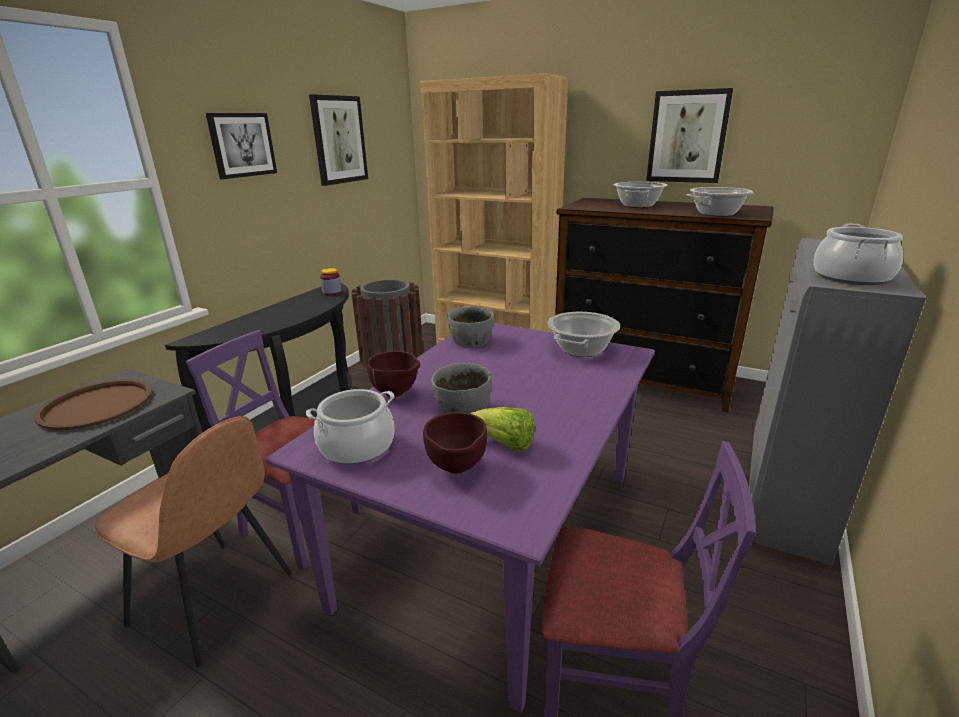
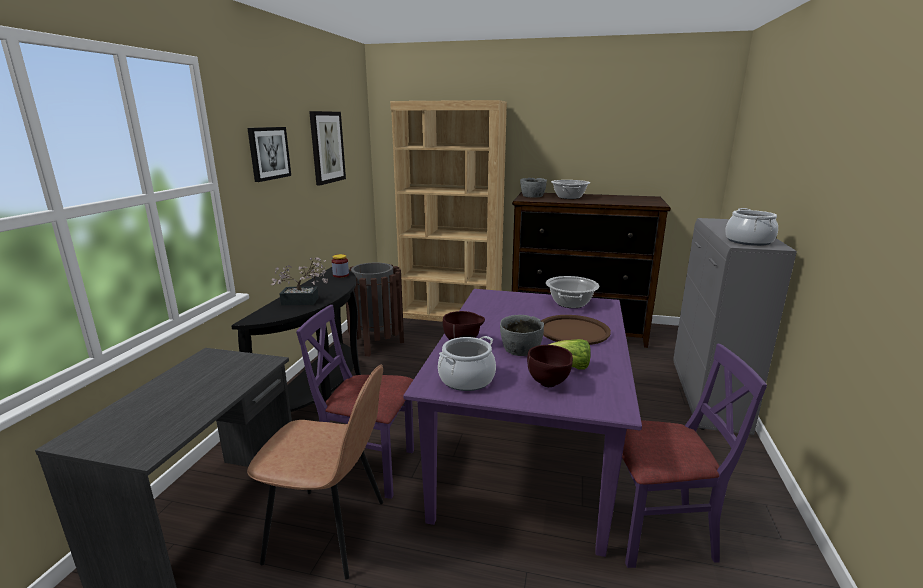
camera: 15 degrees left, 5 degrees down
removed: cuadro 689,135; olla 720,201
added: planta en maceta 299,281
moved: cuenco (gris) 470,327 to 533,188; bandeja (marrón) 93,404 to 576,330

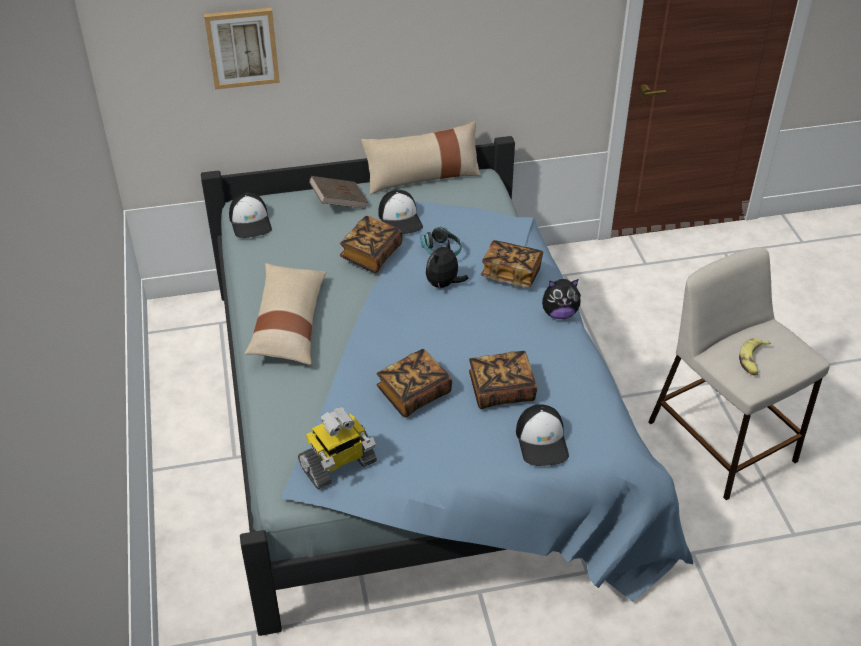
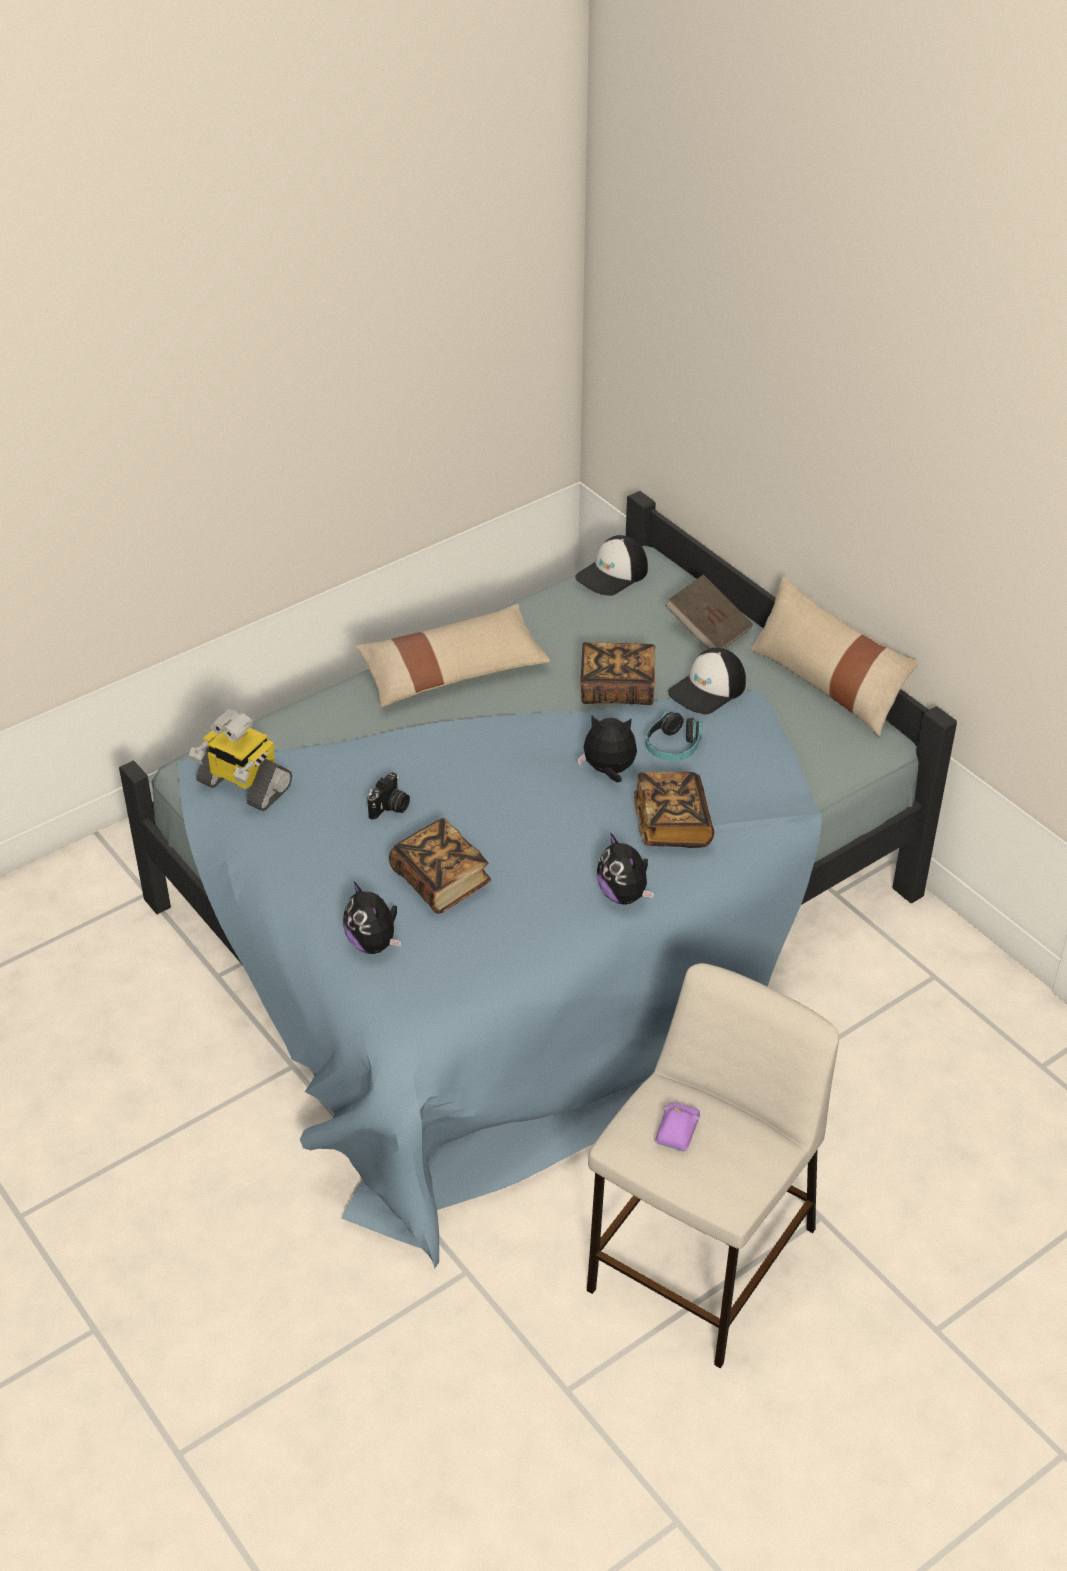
camera: 65 degrees right, 0 degrees up
removed: cuadro 242,49
replaced: plátano 755,357 to coche de juguete (morado) 677,1127; libro 414,383 to cámara 388,796; gorra 542,435 to peluche 372,918

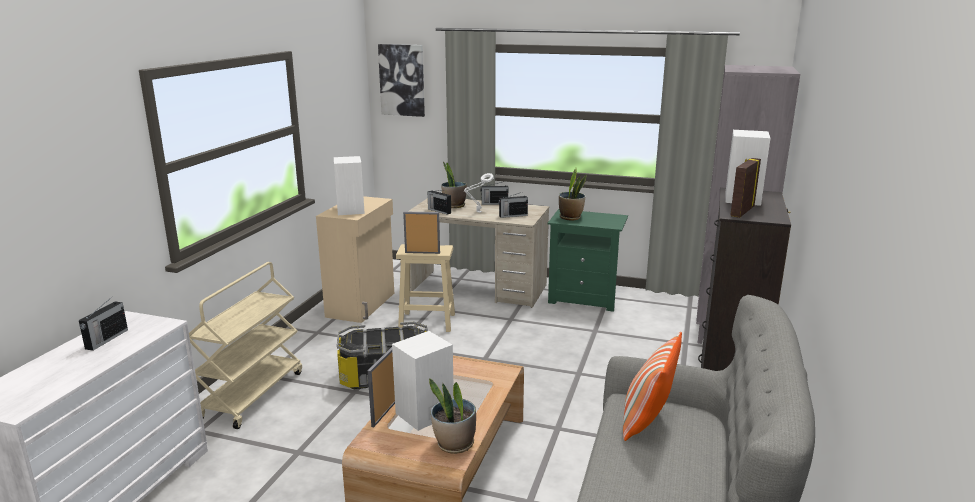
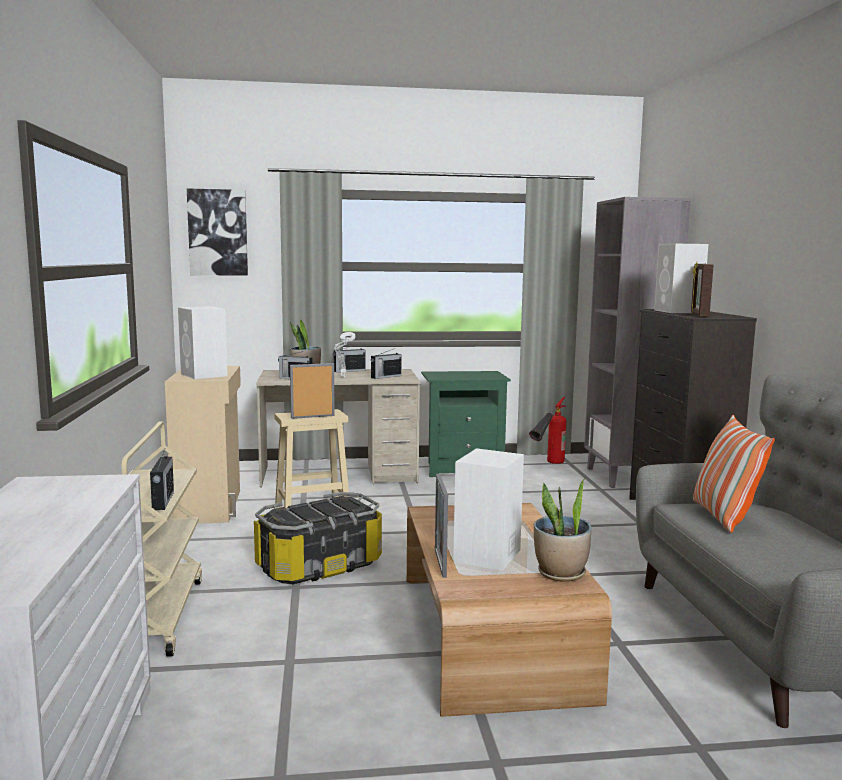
camera: 25 degrees left, 10 degrees down
removed: planta en maceta 573,194
added: extintor 547,430
moved: radio 103,323 to 162,480

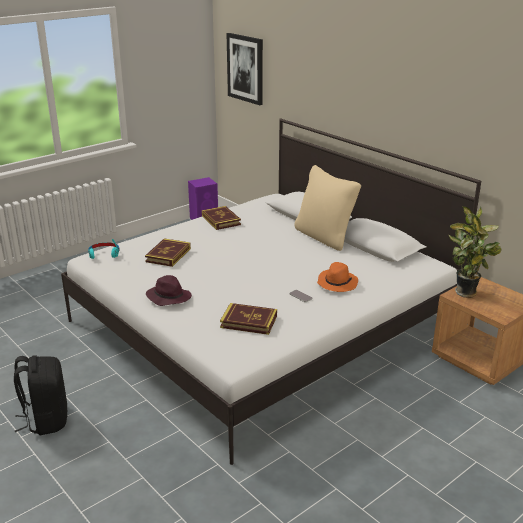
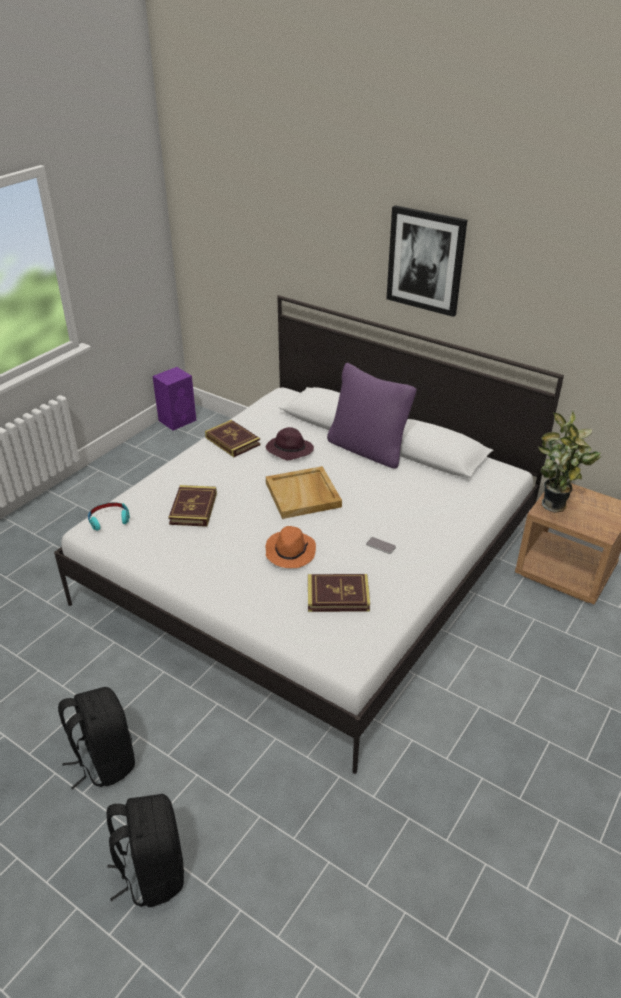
camera: 15 degrees left, 10 degrees up
added: bandeja (beis) 304,492; mochila (negro) 145,850
moved: cuadro 244,69 to 426,261; sombrero (naranja) 337,277 to 291,547; sombrero (morado) 169,290 to 290,443
recoloured: cojín (beis) 327,208 to cojín (morado) 372,415

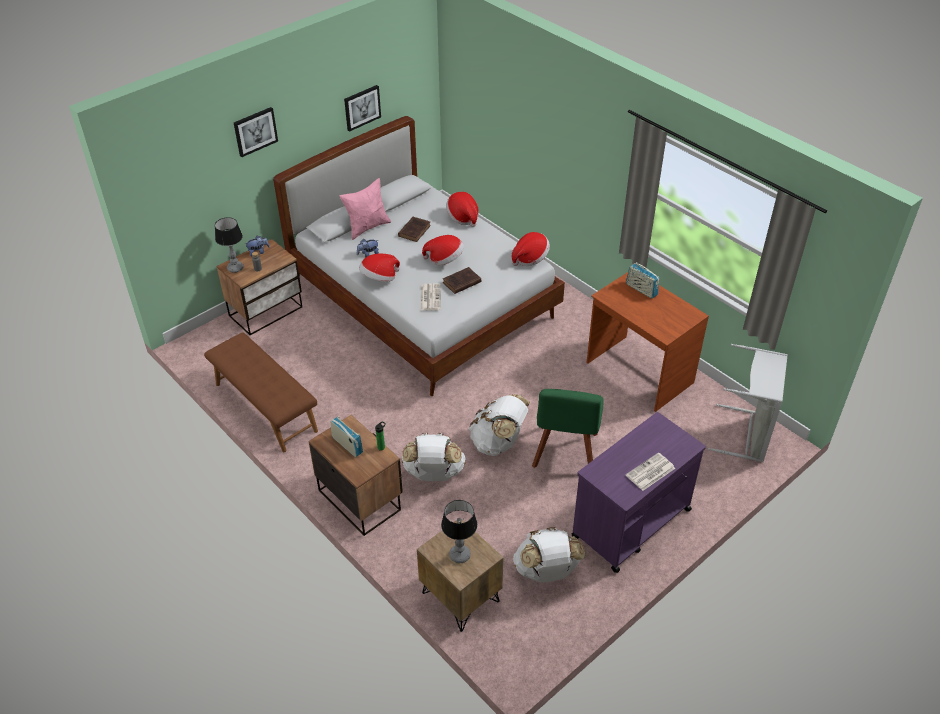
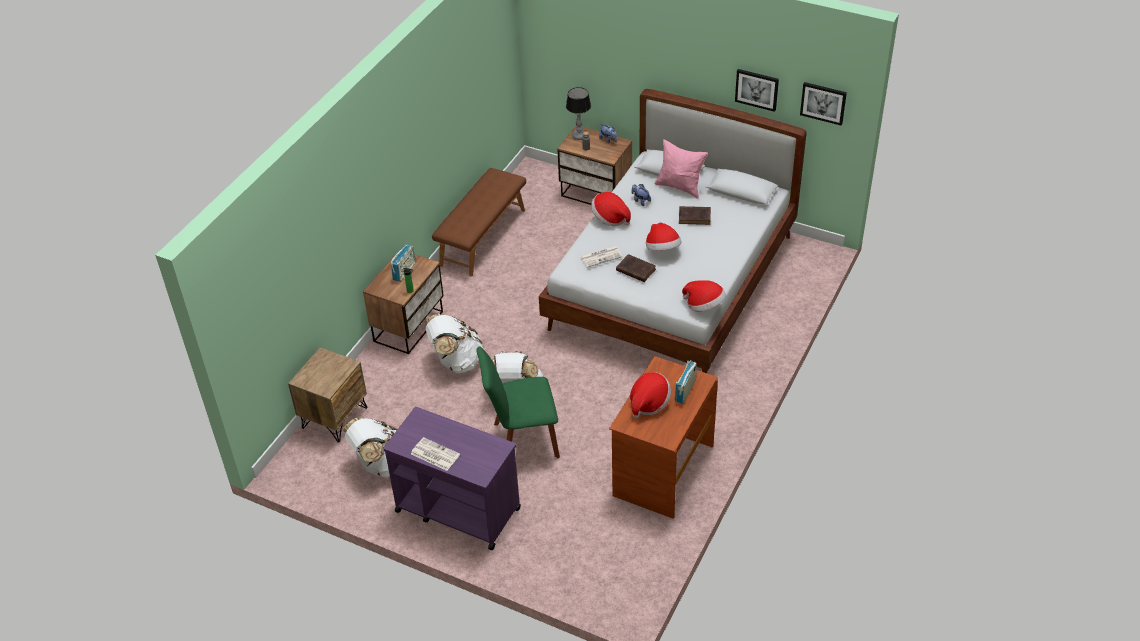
camera: 70 degrees right, 0 degrees up
removed: cesto de la ropa (gris) 748,403; lámpara de mesa 459,531
moved: cuadro 256,132 to 823,103; sombrero 462,209 to 650,395

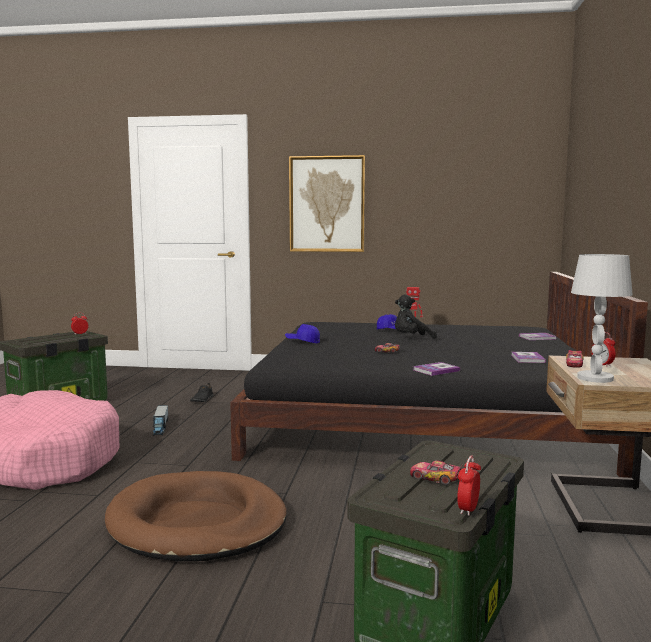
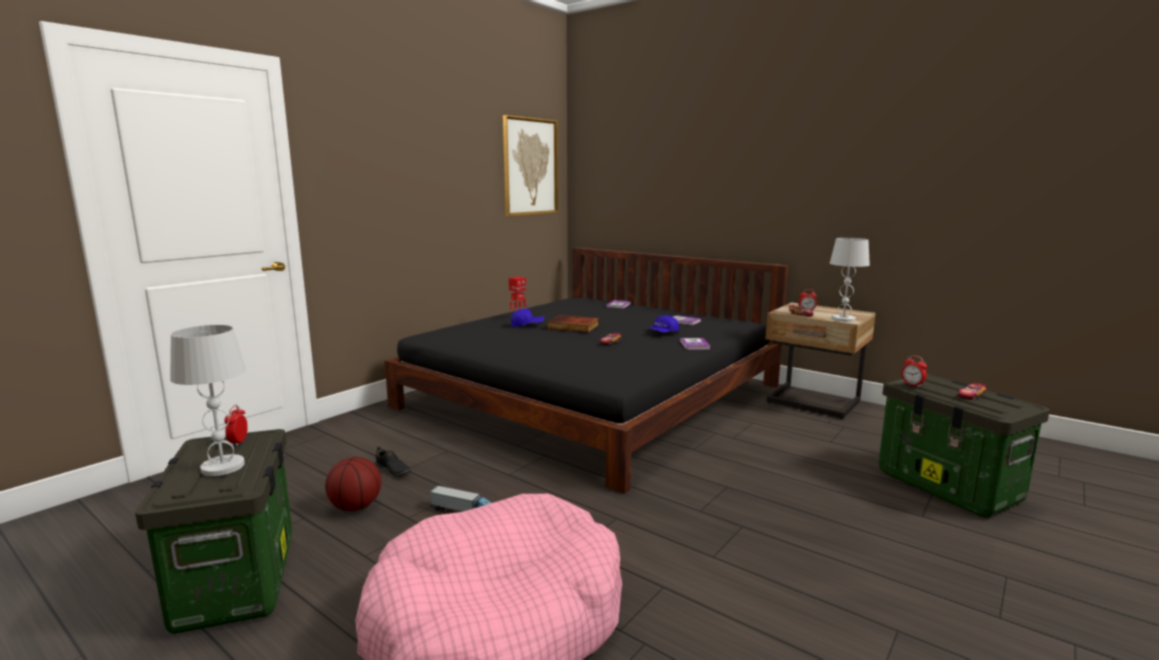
camera: 60 degrees left, 5 degrees up
removed: cama para perro (marrón) 196,516
added: lámpara de mesa (blanco) 208,400; balón de baloncesto 353,484
moved: cuadro 327,203 to 530,165; gorra (azul) 302,334 to 664,324; despertador 469,485 to 914,371
replaced: peluche (negro) 416,316 to libro 573,324

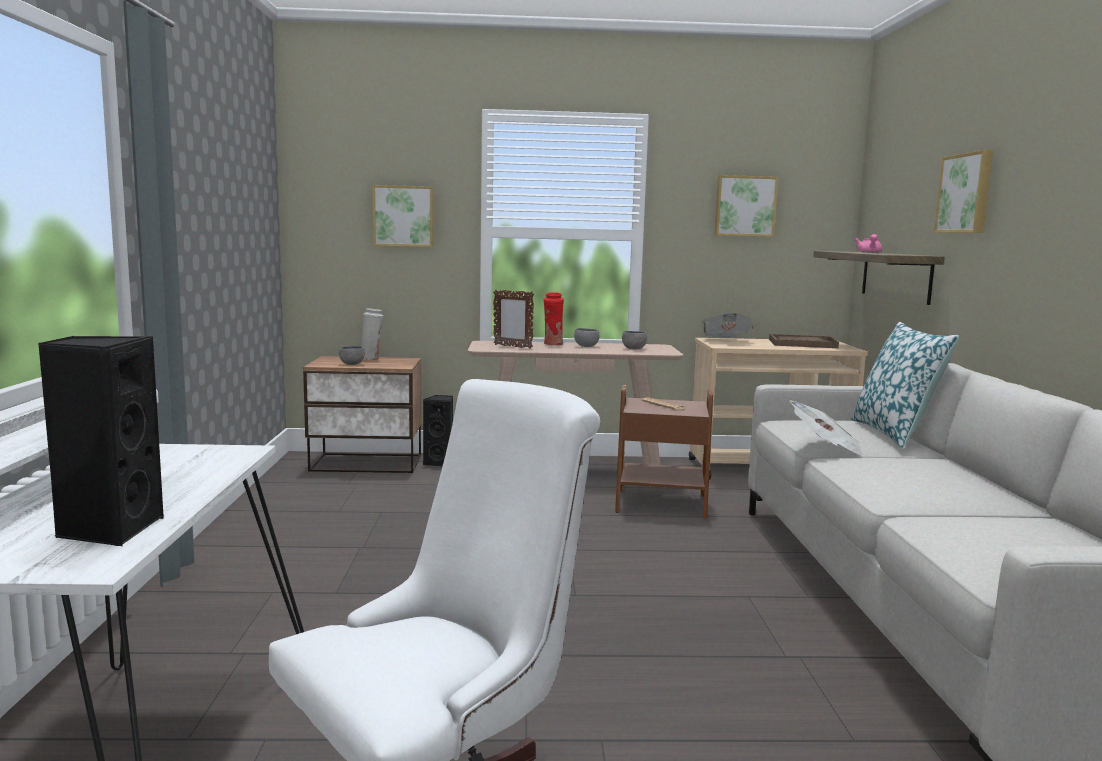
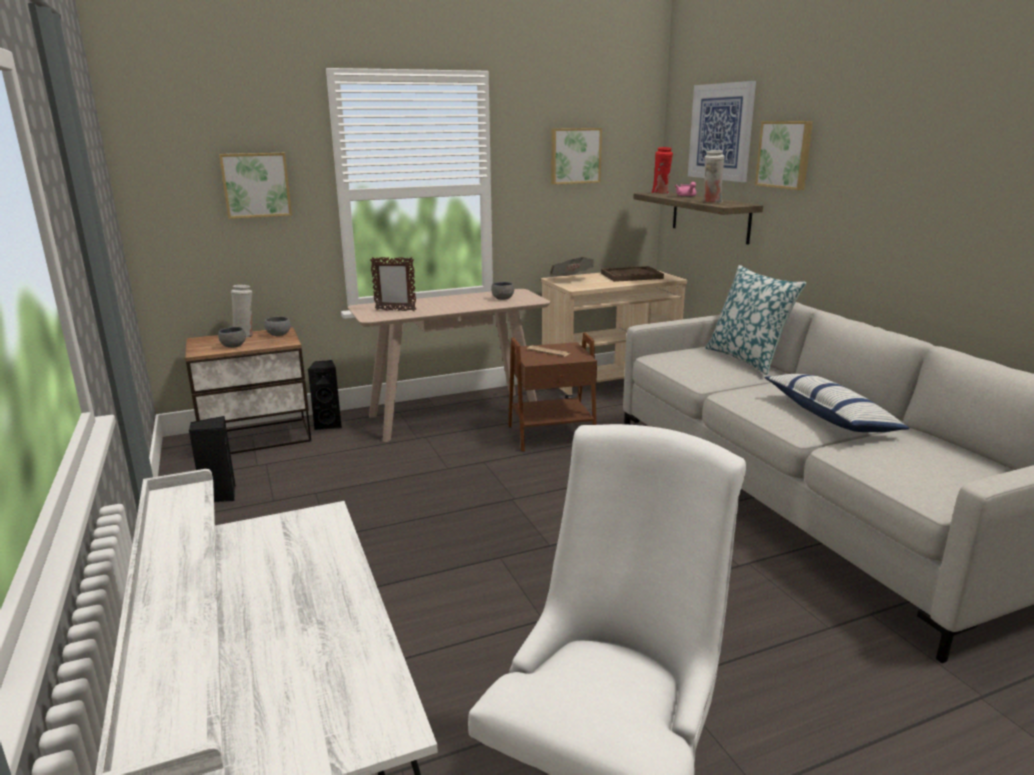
camera: 20 degrees left, 10 degrees up
removed: periódico 826,428
added: cuadro 722,131; florero (blanco) 714,176; cojín 837,403
moved: florero (rojo) 554,319 to 662,170; cuenco (gris) 587,337 to 278,326; altavoz (negro) 101,441 to 212,459

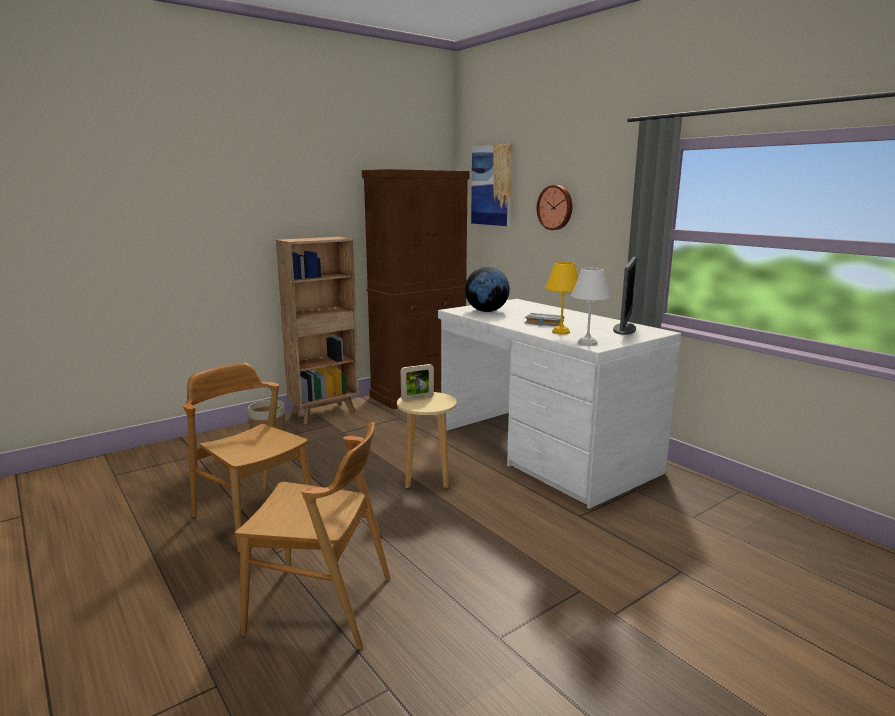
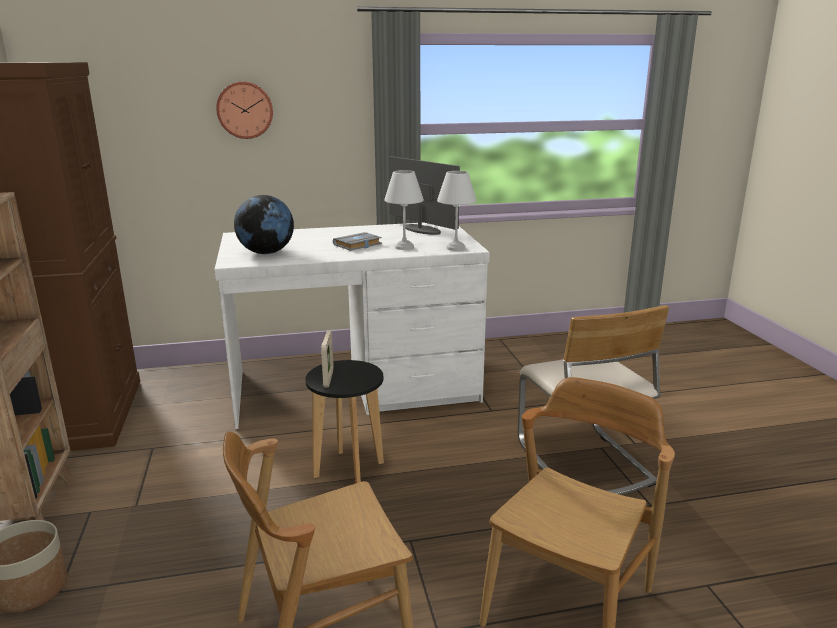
camera: 65 degrees left, 5 degrees up
removed: cuadro 492,185
added: silla (beis) 593,400
recoloured: lámpara de mesa (amarillo) 561,298 to lámpara de mesa (blanco) 404,210; taburete (beis) 427,440 to taburete (negro) 344,422

